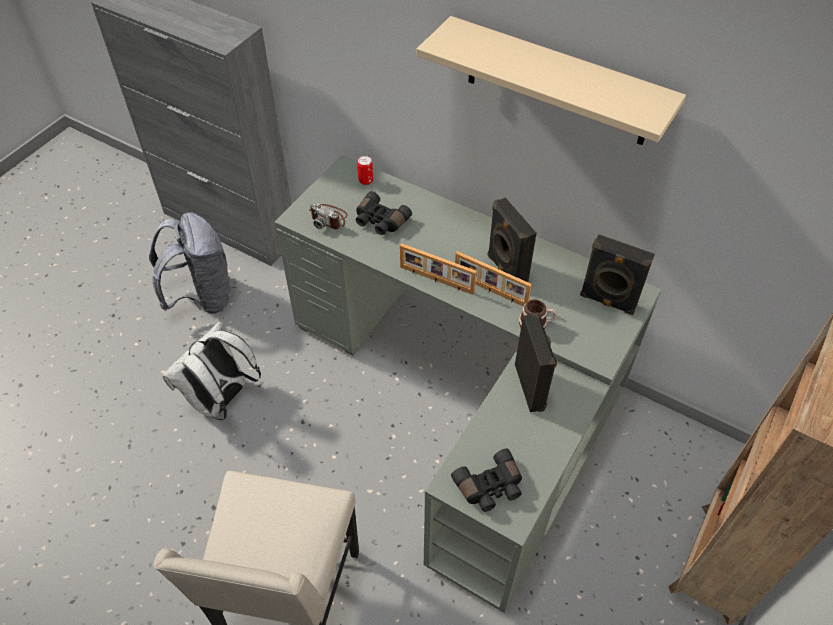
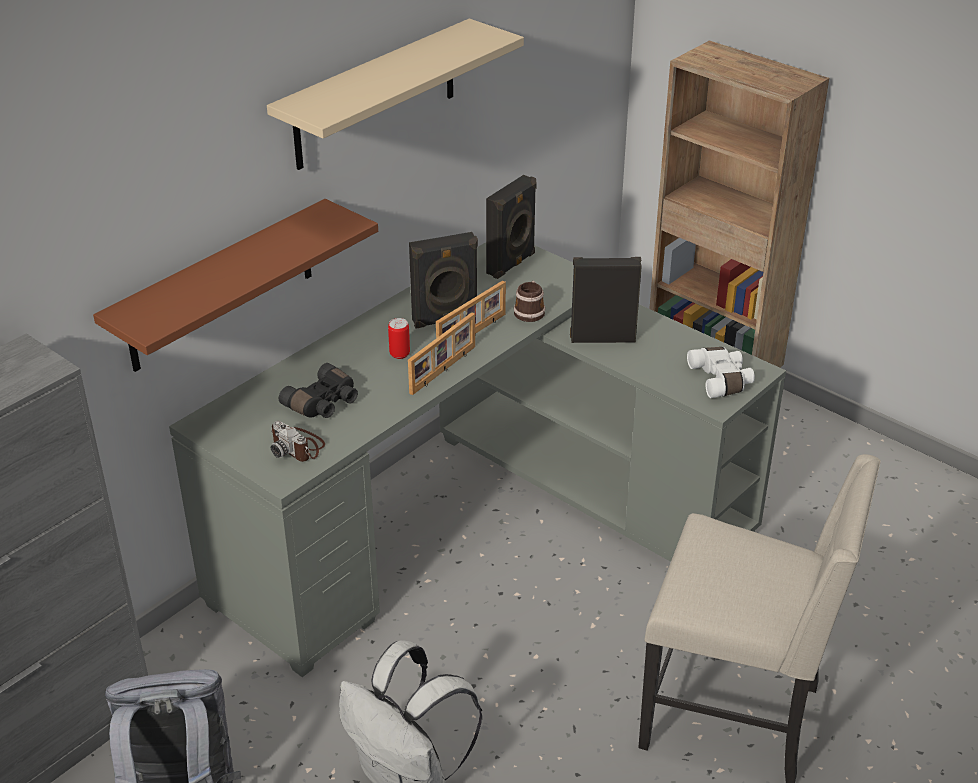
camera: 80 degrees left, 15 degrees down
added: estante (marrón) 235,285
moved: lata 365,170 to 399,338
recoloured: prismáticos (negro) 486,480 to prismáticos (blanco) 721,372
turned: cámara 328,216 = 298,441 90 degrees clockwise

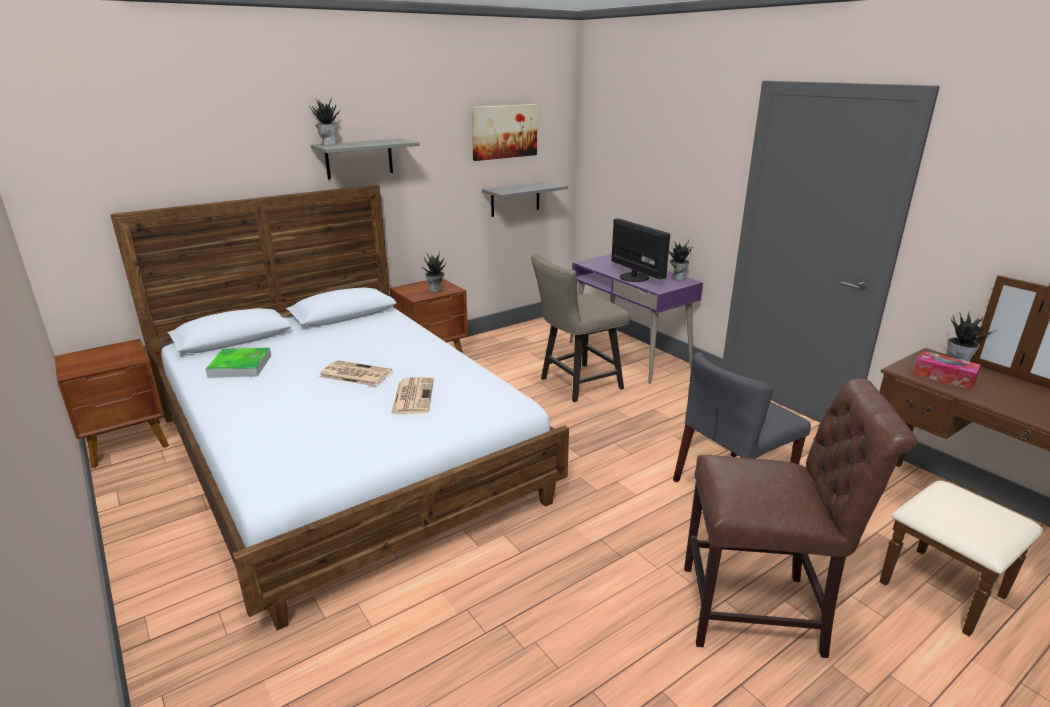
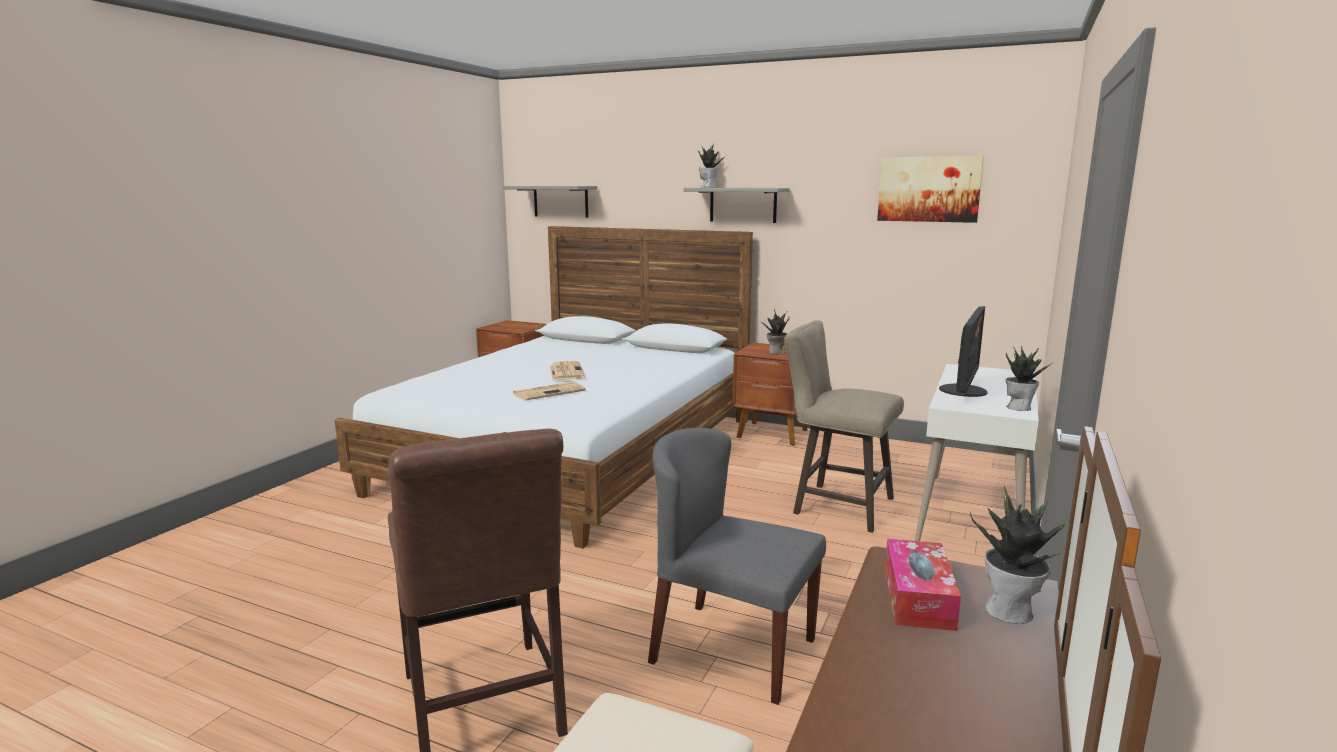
camera: 60 degrees right, 10 degrees down
removed: bandeja 238,362
moved: estante (gris) 525,199 to 550,202
recoloured: escritorio (morado) 636,319 to escritorio (blanco) 977,452

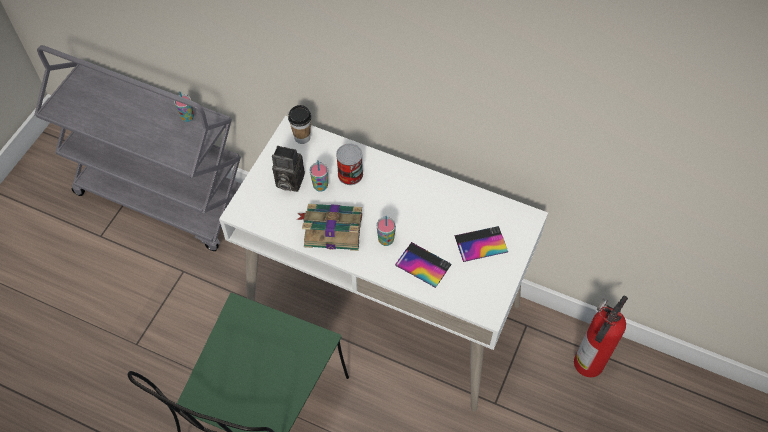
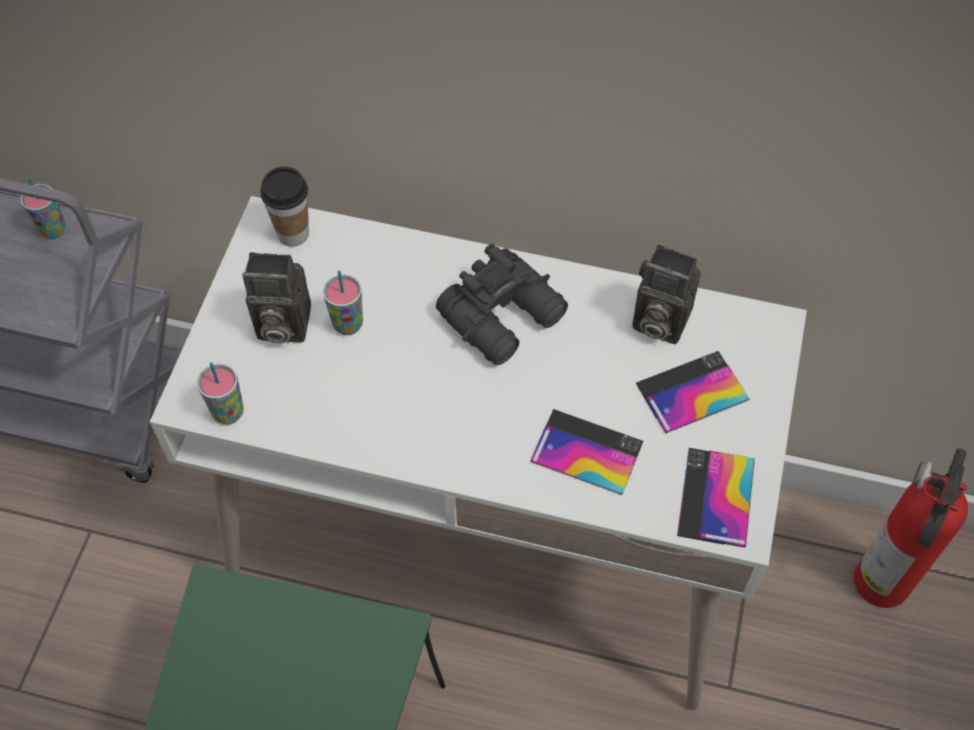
camera: 10 degrees left, 0 degrees up
removed: lata 349,164; libro 329,227
added: prismáticos (negro) 502,304; cámara 666,294; móvil 716,498
moved: taza 386,231 to 220,393

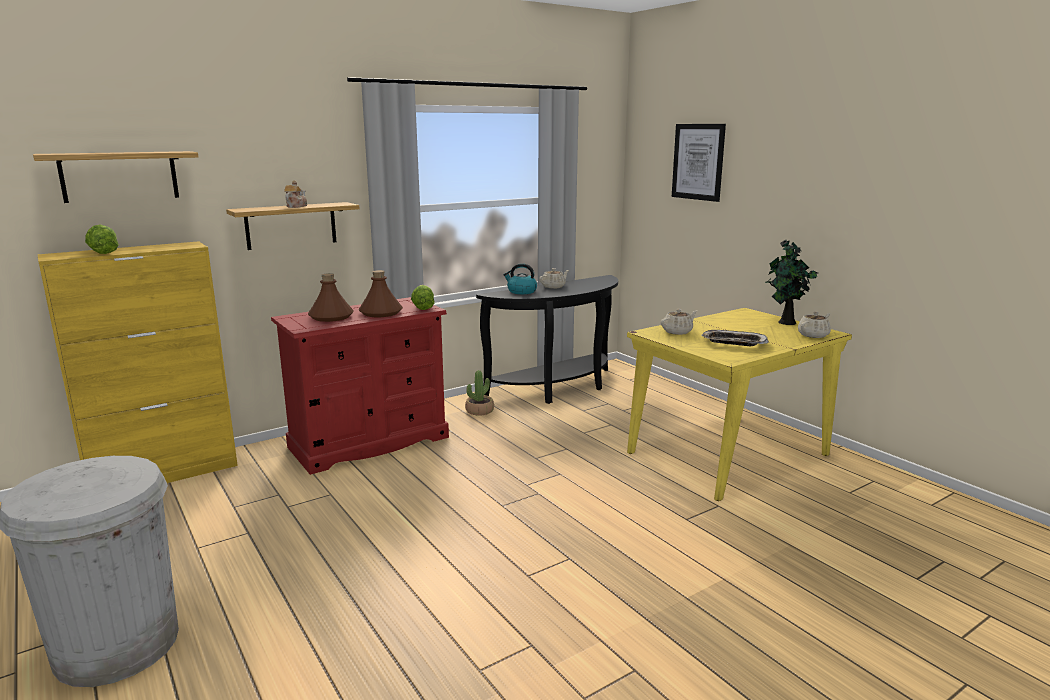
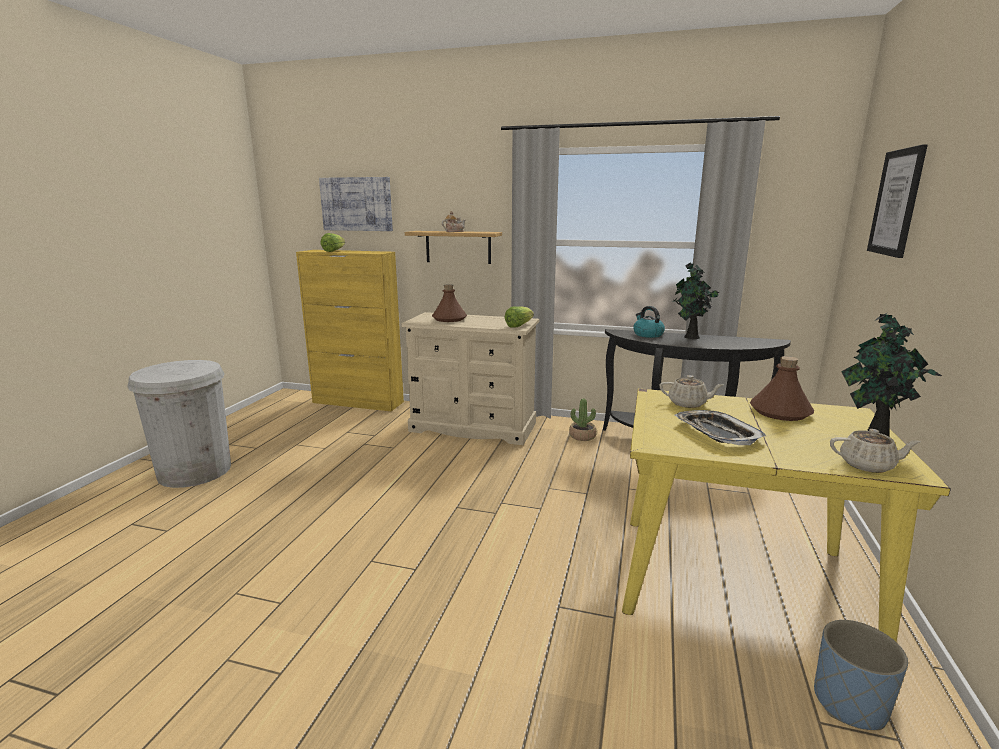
camera: 50 degrees right, 0 degrees up
added: maceta (azul) 861,675
moved: botella (marrón) 381,293 to 782,388
replaced: estante 115,177 to cuadro 356,204; tetera (beis) 554,278 to planta en maceta 695,300
recoloured: cómoda (rojo) 360,386 to cómoda (beis) 470,378

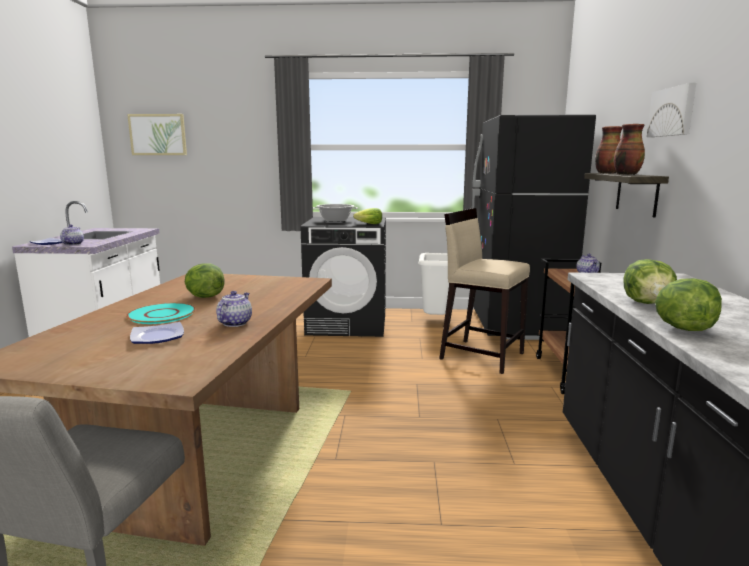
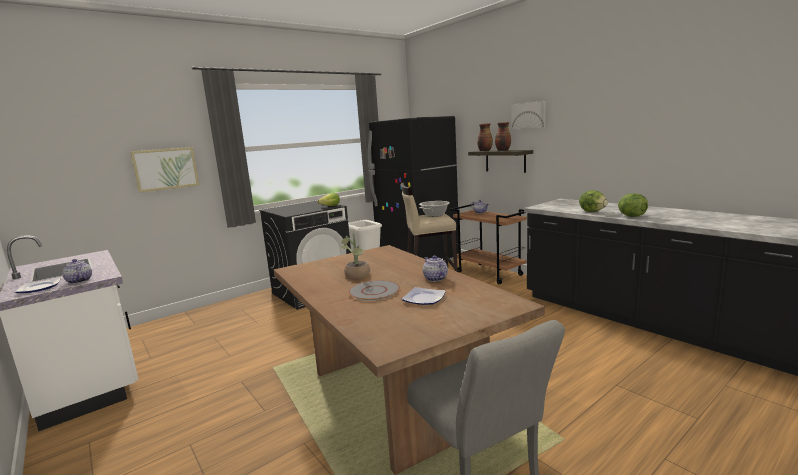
camera: 40 degrees left, 0 degrees up
moved: cuadro 157,134 to 164,169; olla 335,213 to 434,209
replaced: lechuga 205,280 to planta en maceta 355,255
recoloured: plato (turquesa) 161,313 to plato (gris) 374,290

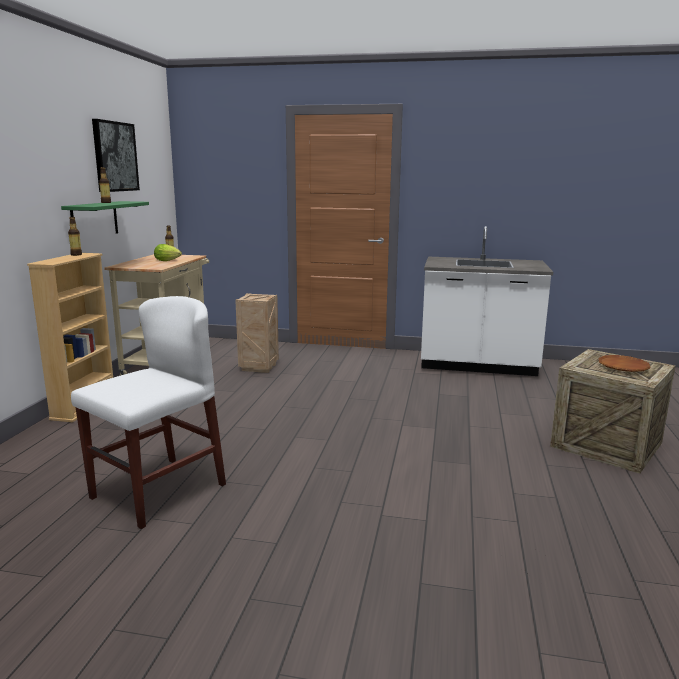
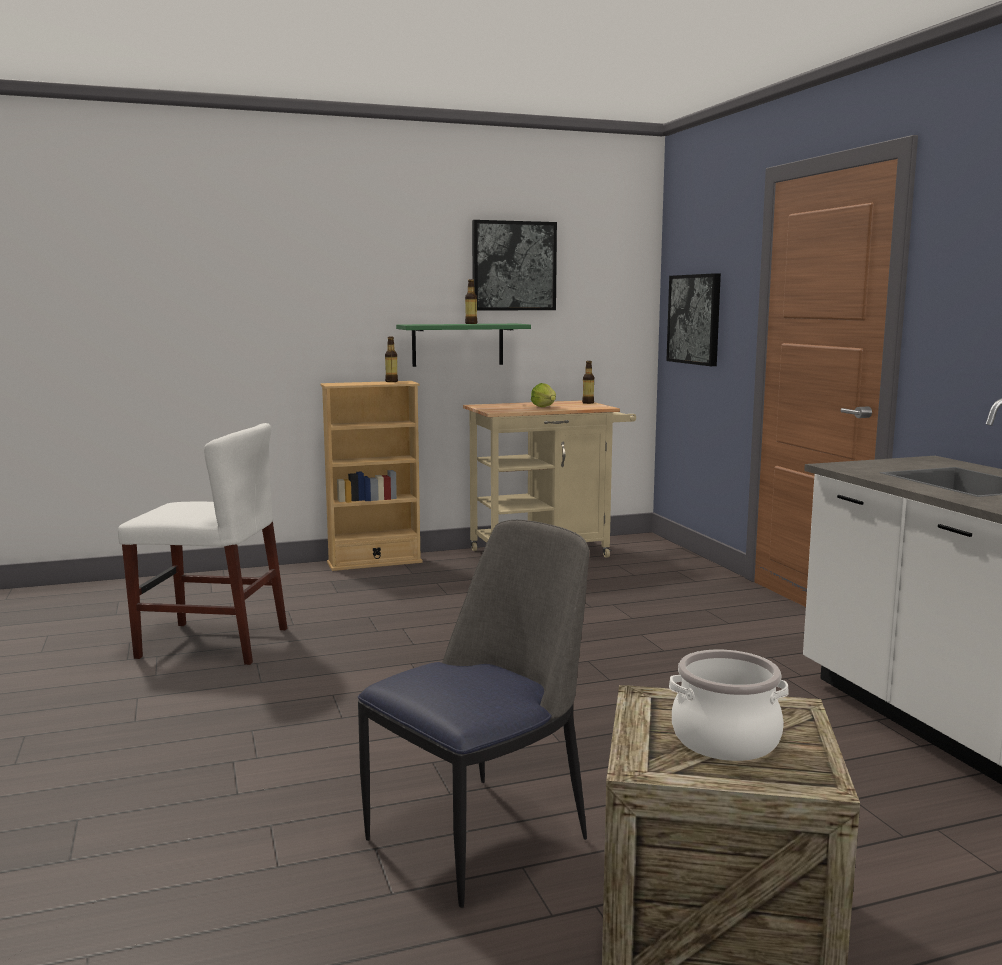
camera: 60 degrees right, 5 degrees down
removed: caja de embalaje 257,333
added: cuadro 693,319; silla 473,714
replaced: plato (marrón) 624,363 to olla 729,705

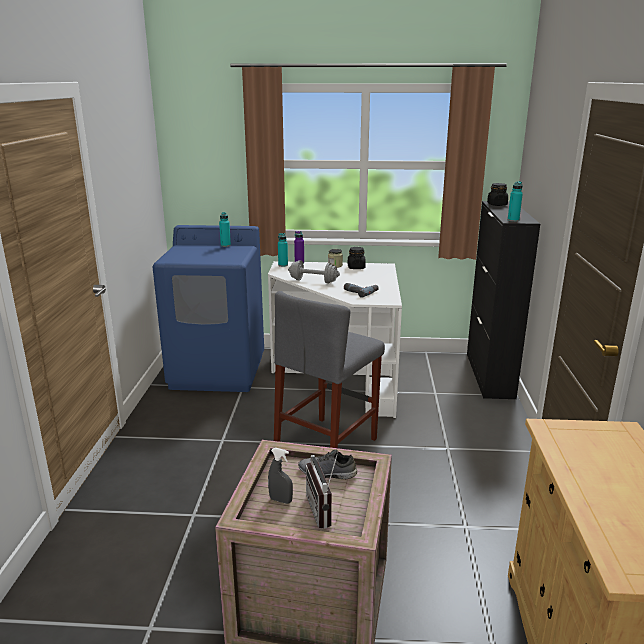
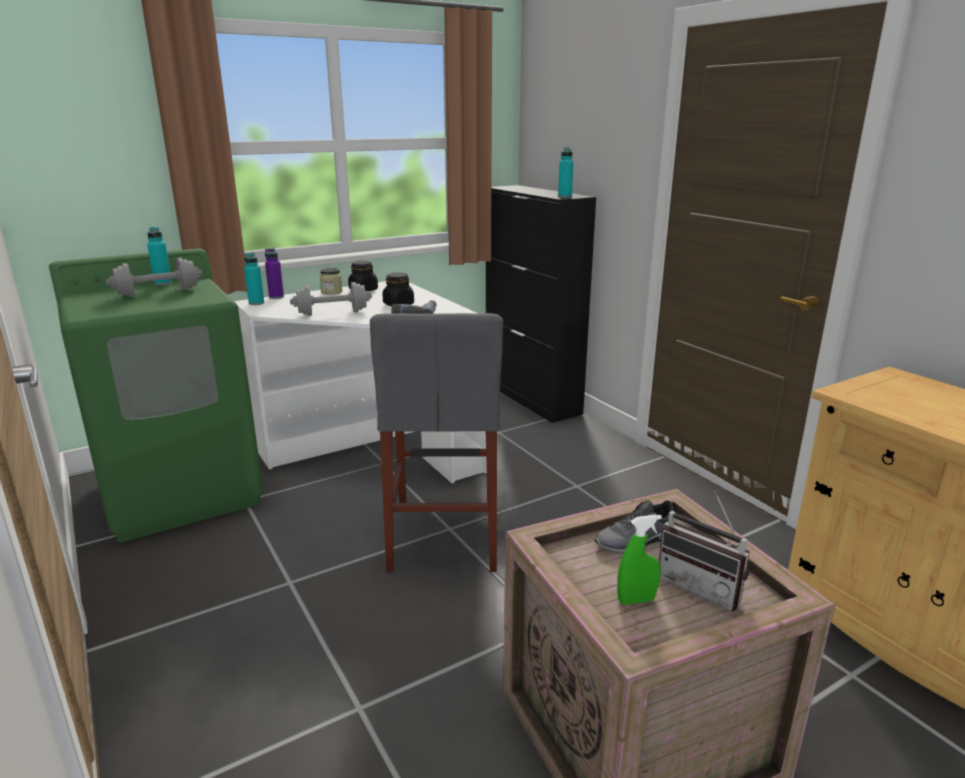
camera: 35 degrees left, 0 degrees up
added: mancuerna (gris) 154,277
moved: tarro (negro) 497,194 to 398,289
recoloured: lavadora (azul) 208,308 to lavadora (verde) 156,395; pulverizador (gris) 280,476 to pulverizador (verde) 639,559

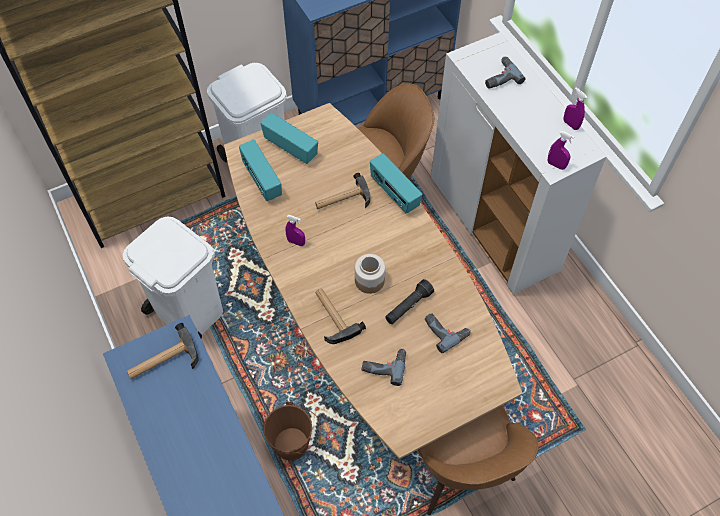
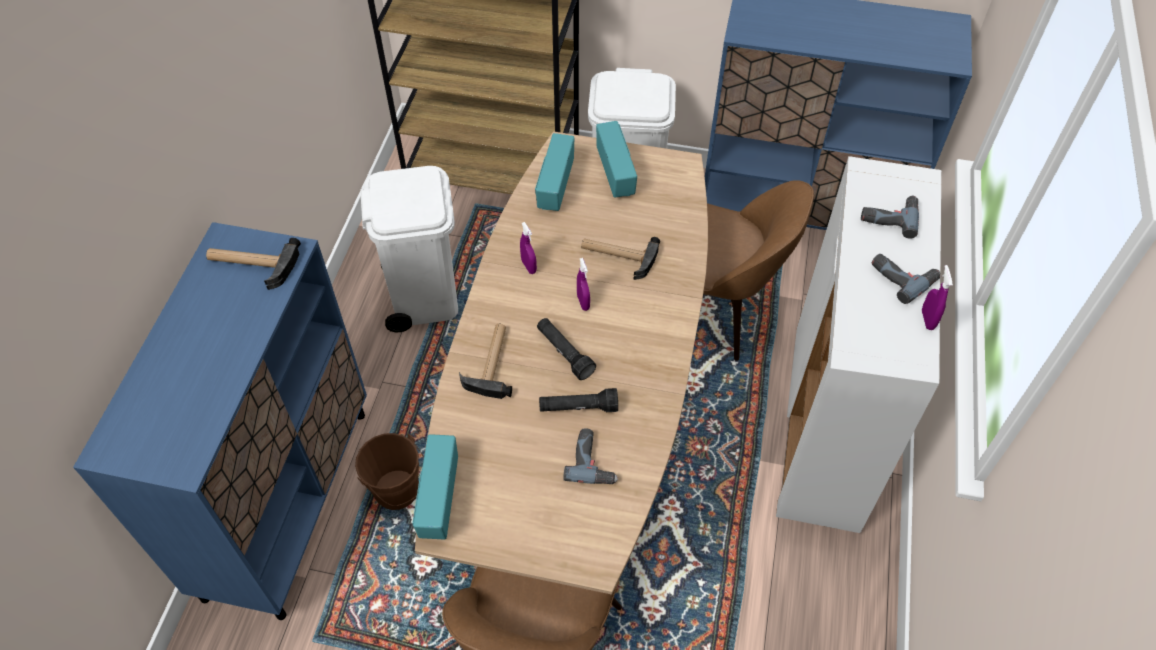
camera: 40 degrees right, 5 degrees down
moved: pulverizador (morado) 561,150 to 583,284; radio 396,183 to 435,486; taladro 384,367 to 906,279
replaced: tarro 370,274 to linterna (negro) 566,349

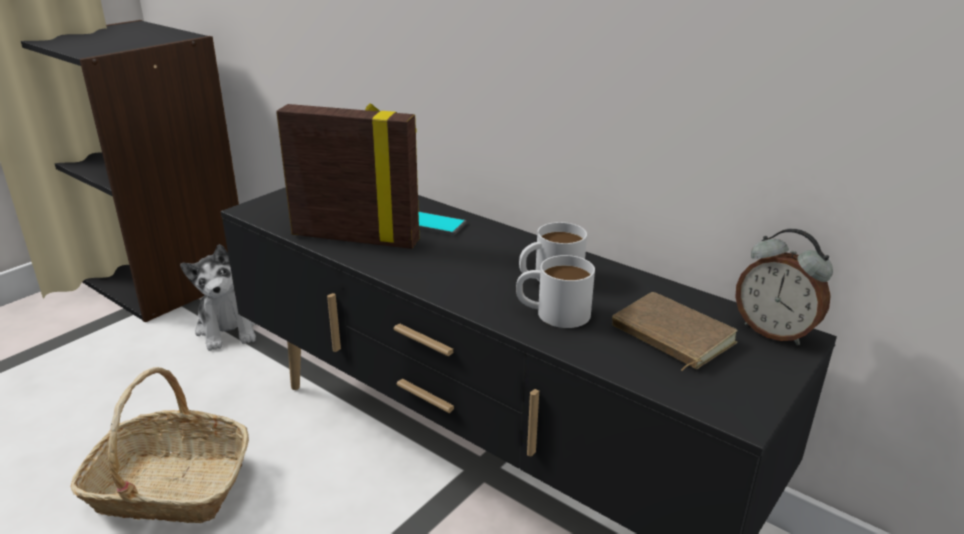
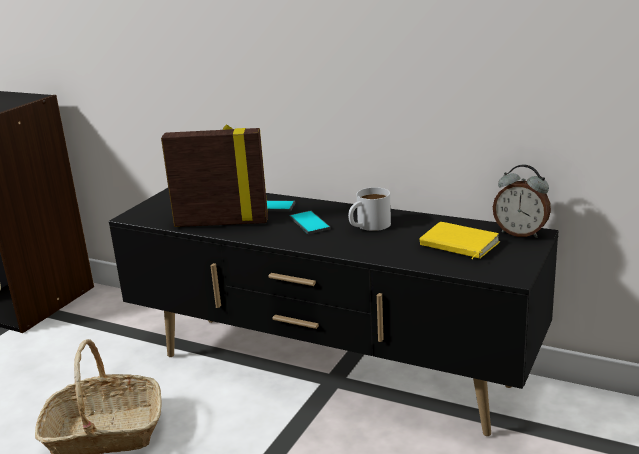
camera: 10 degrees left, 5 degrees down
removed: peluche 218,297; taza grande (blanco) 555,291
added: móvil 309,222
recoloured: libro (marrón) 675,331 to libro (amarillo) 460,240

